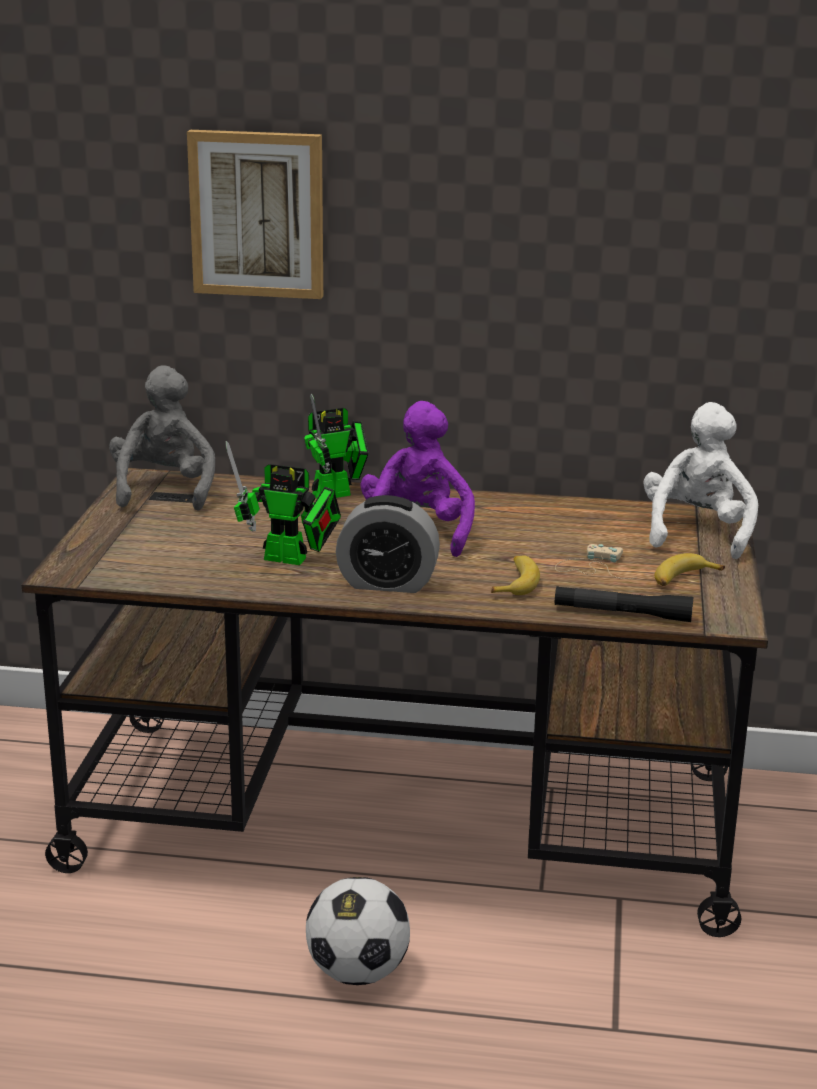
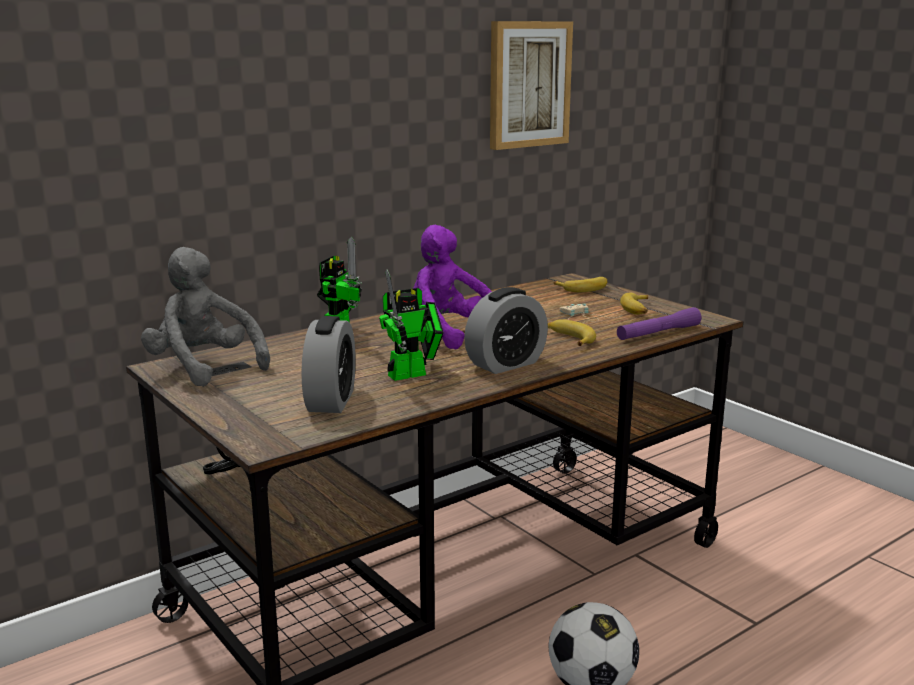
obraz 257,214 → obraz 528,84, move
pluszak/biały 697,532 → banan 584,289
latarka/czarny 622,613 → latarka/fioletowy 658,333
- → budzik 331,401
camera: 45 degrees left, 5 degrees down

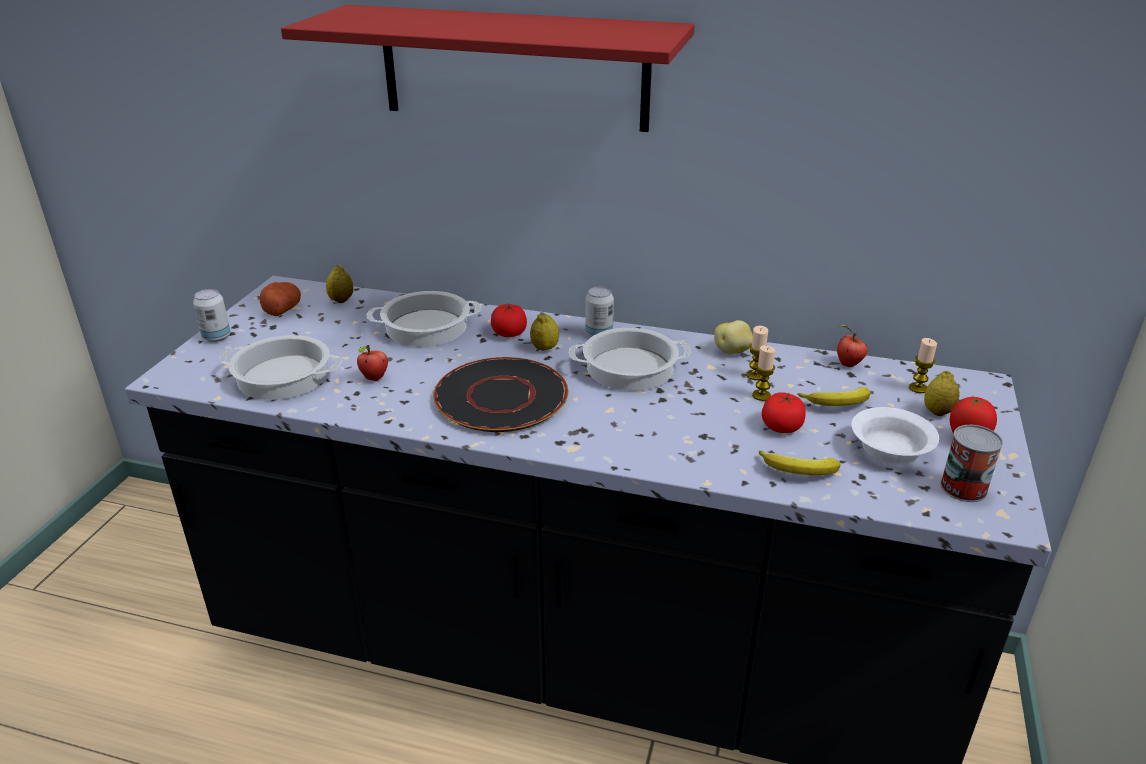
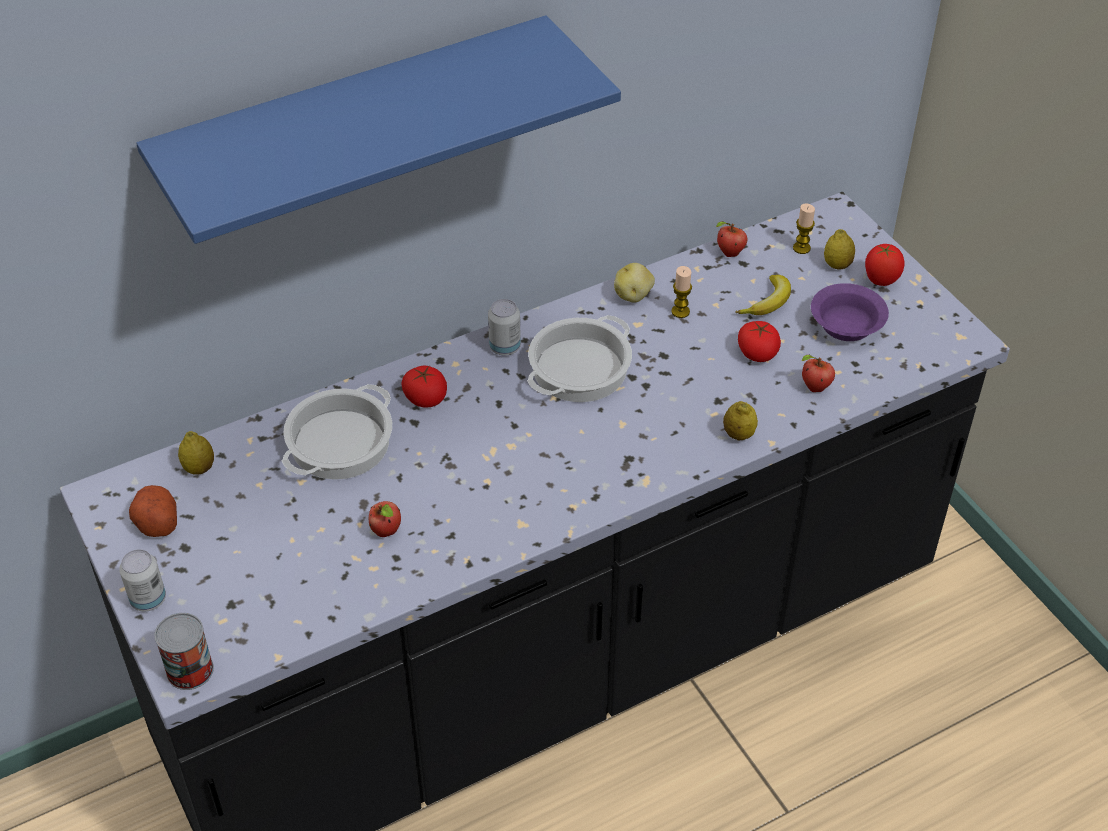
półka/czerwony 513,68 → półka/niebieski 356,127
cytryna 544,348 → cytryna 738,434, move
garnek 282,377 → -
świeca 761,395 → -
talerz/czarny 501,397 → -
miska/biały 892,450 → miska/fioletowy 848,325
puszka 963,488 → puszka 190,670, move
banan 799,471 → jabłko 814,388
camera: 45 degrees left, 15 degrees up

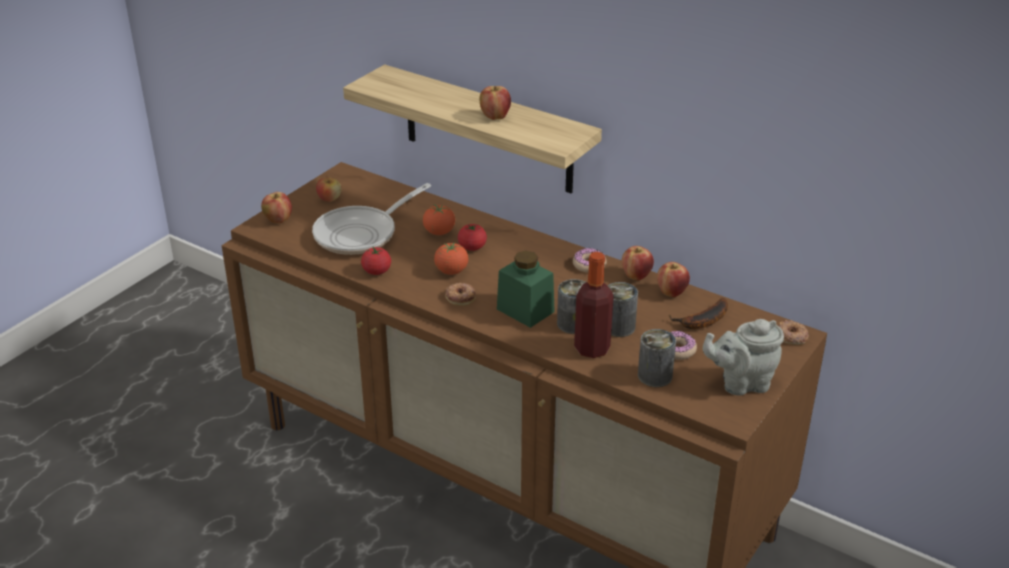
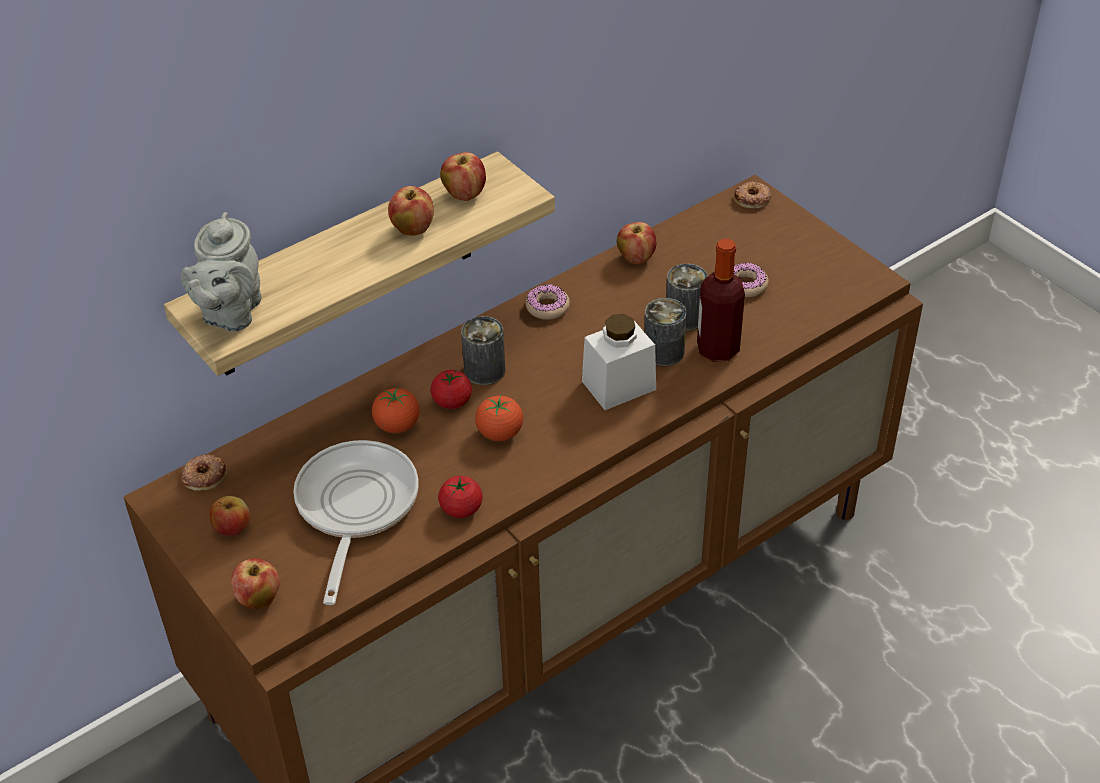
patelnia 361,234 → patelnia 354,508, 150 degrees counterclockwise
jabłko 636,276 → jabłko 464,194, move
słoik/zielony 525,310 → słoik/biały 618,385
donut 460,297 → donut 204,476, move
banan 702,321 → -
imbryk/szary 741,383 → imbryk/szary 230,313, move
puszka 655,376 → puszka 484,370, move
camera: 70 degrees left, 10 degrees up

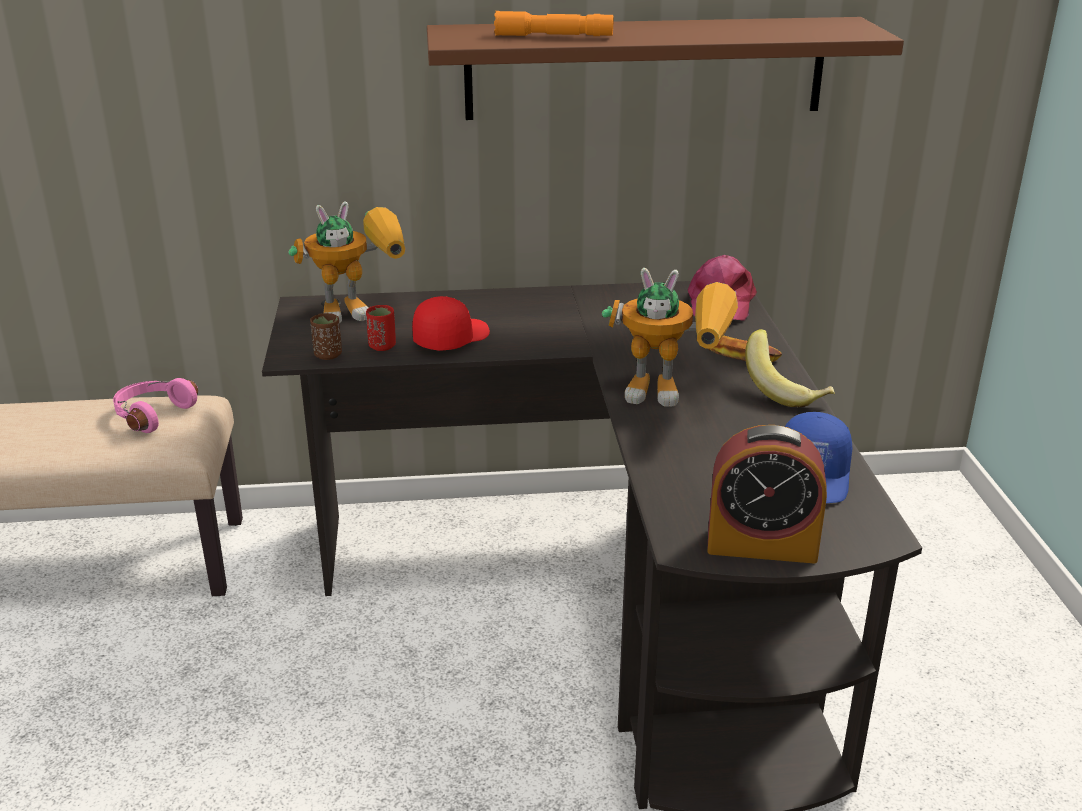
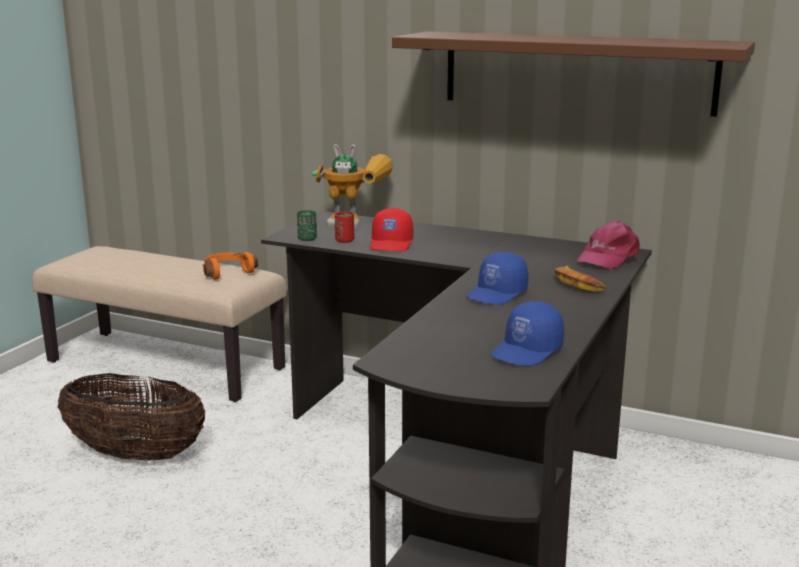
latarka/pomarańczowy 553,36 → -
robot zabawkowy 675,393 → czapka z daszkiem/niebieski 497,294
czapka z daszkiem/czerwony 451,338 → czapka z daszkiem/czerwony 392,244, 120 degrees clockwise
filiżanka/brązowy 328,355 → filiżanka/zielony 307,239
banan 786,391 → -
słuchawki/różowy 151,414 → słuchawki/pomarańczowy 226,272
budzik 761,545 → -
- → koszyk 135,455
camera: 30 degrees right, 10 degrees down

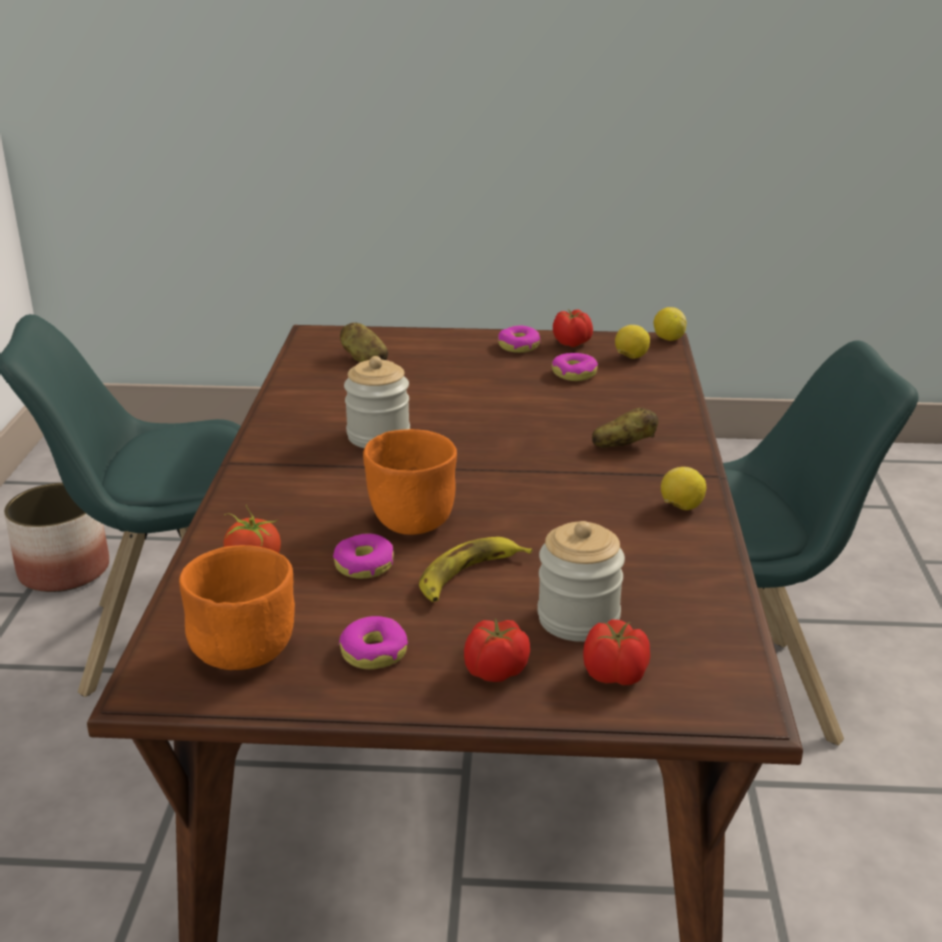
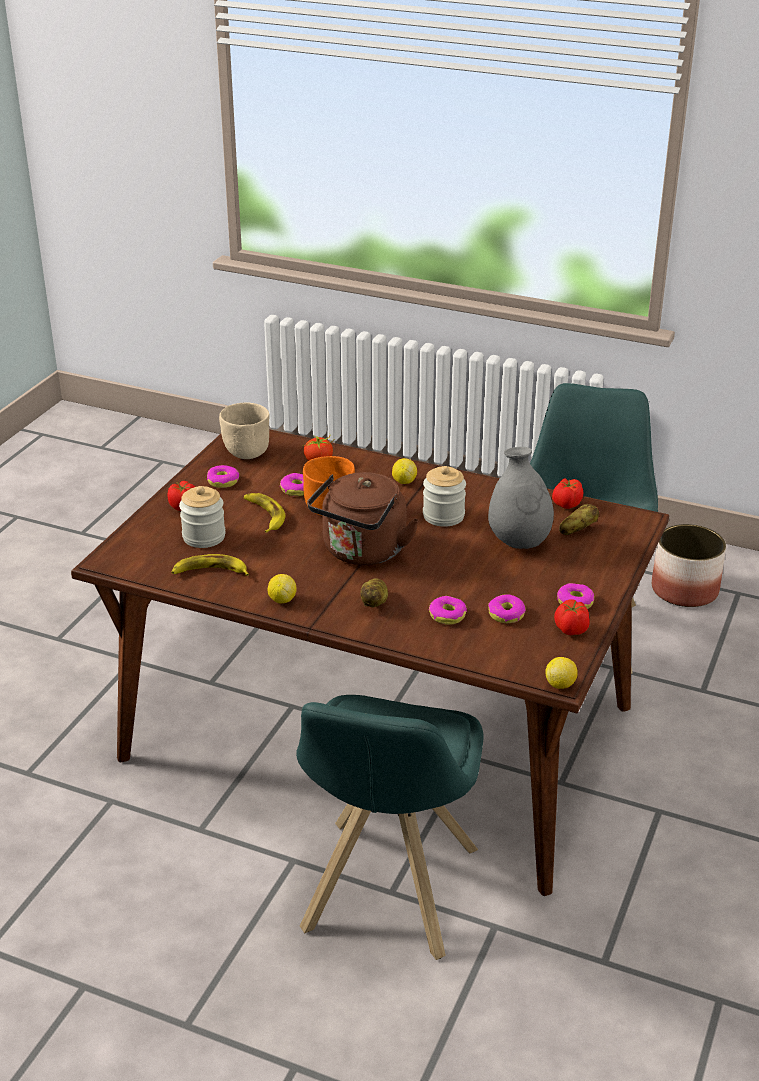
cytryna 631,357 → cytryna 404,481, move
miska/pomarańczowy 246,655 → miska/beżowy 246,453
pomidor 616,676 → pomidor 566,504, move
- → wazon/szary 519,542
- → czajnik/brązowy 362,552
- → banan 210,572
- → donut 447,615
camera: 110 degrees right, 5 degrees up

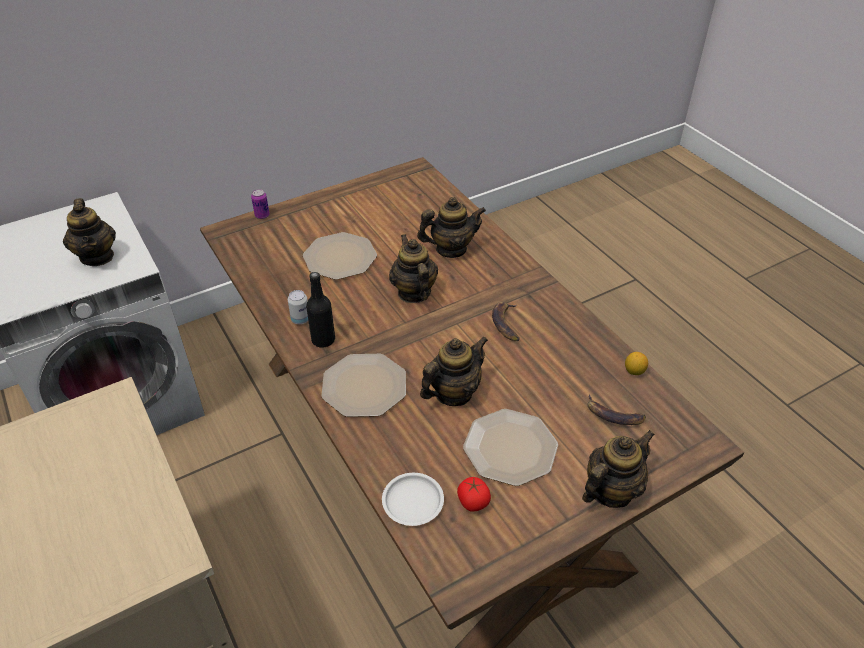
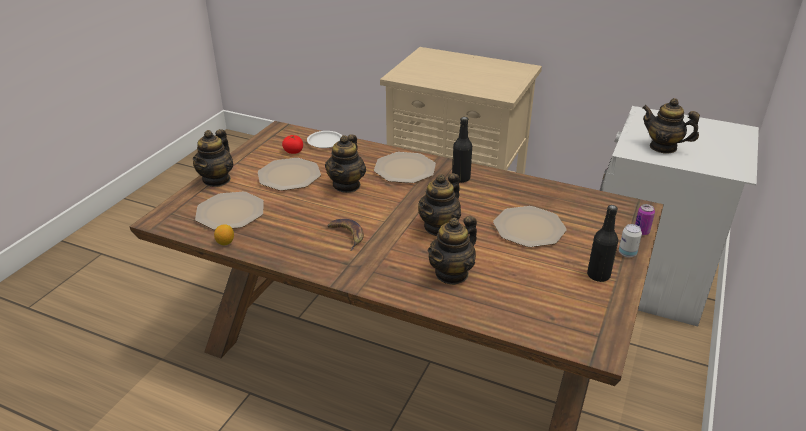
imbryk 413,293 → imbryk 439,227, 90 degrees clockwise
puszka 300,319 → puszka 627,253, move
banan 612,416 → talerz 231,212
- → butelka/czarny 598,275
camera: 145 degrees right, 10 degrees down

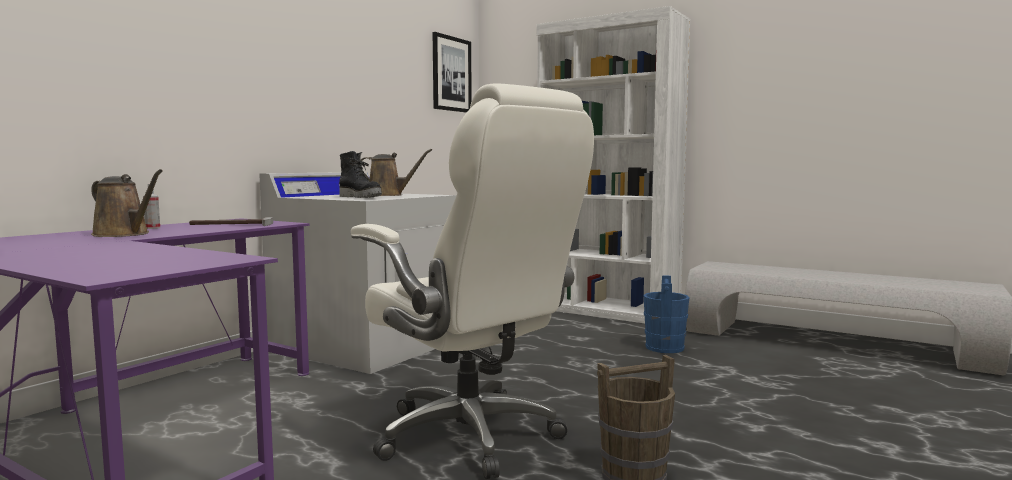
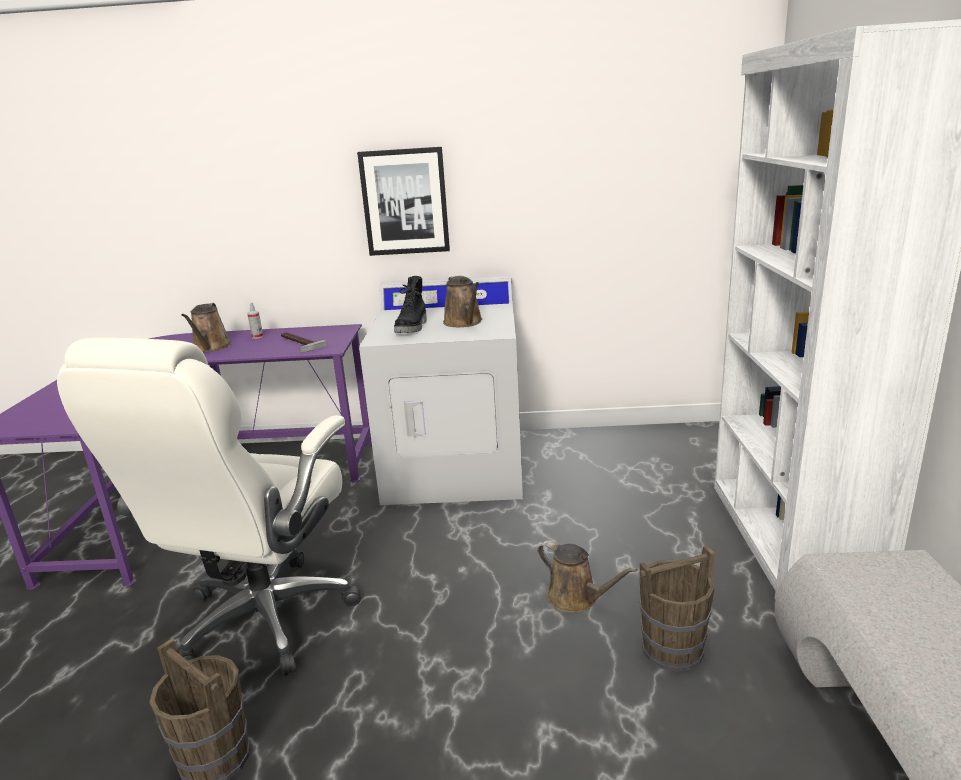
obraz 451,74 → obraz 405,202, move
wiadro/niebieski 664,347 → wiadro/brązowy 671,649
- → konewka/brązowy 576,598
camera: 60 degrees right, 15 degrees up

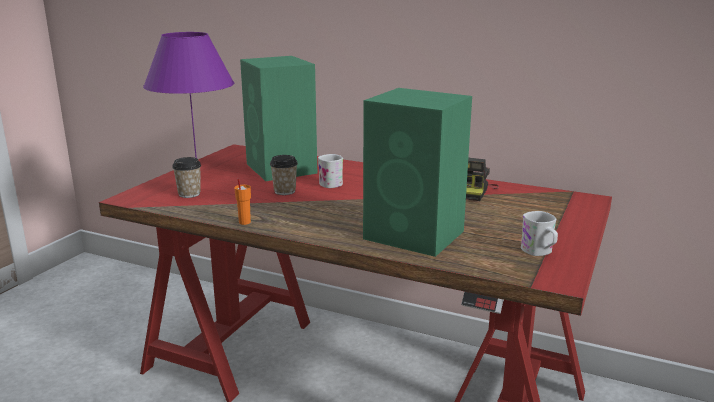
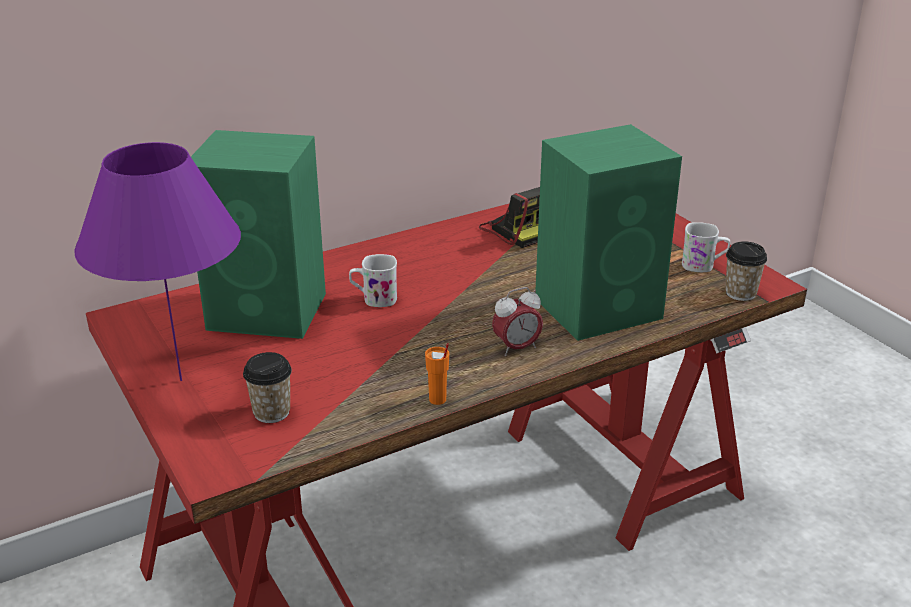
filiżanka 284,191 → filiżanka 740,293, move
- → budzik 516,348
camera: 55 degrees left, 10 degrees up

